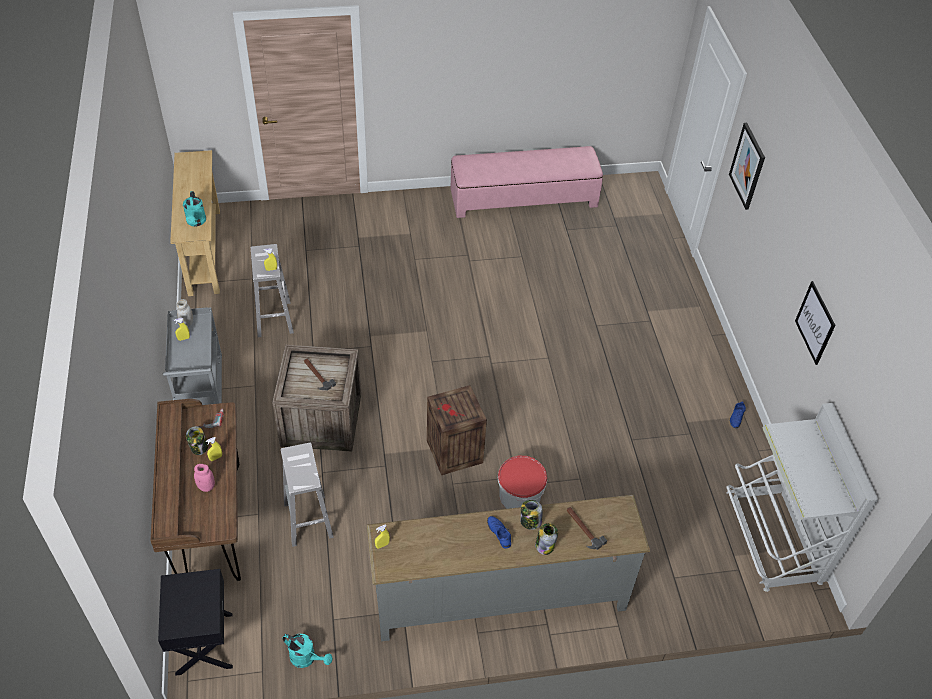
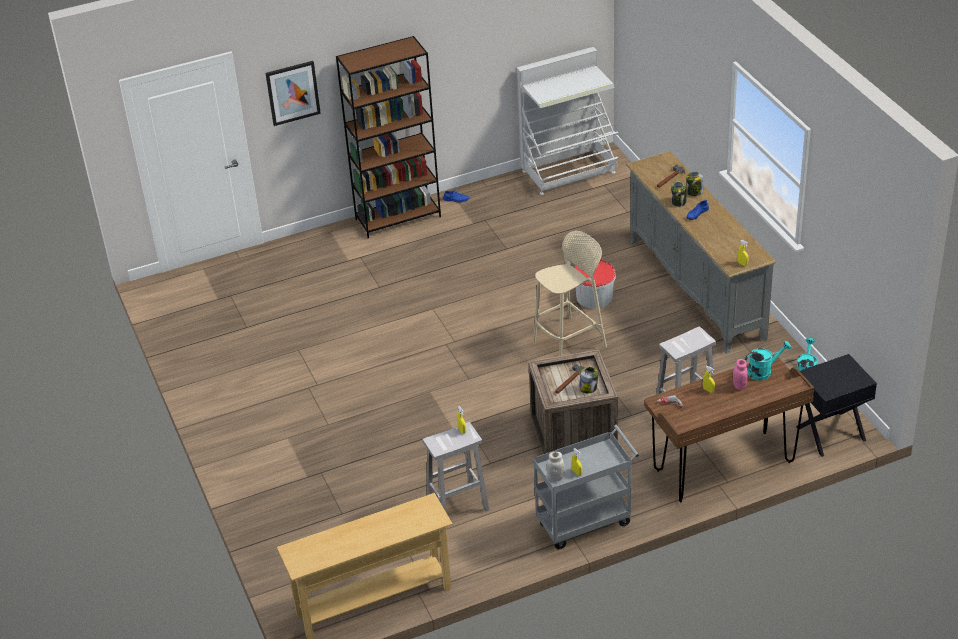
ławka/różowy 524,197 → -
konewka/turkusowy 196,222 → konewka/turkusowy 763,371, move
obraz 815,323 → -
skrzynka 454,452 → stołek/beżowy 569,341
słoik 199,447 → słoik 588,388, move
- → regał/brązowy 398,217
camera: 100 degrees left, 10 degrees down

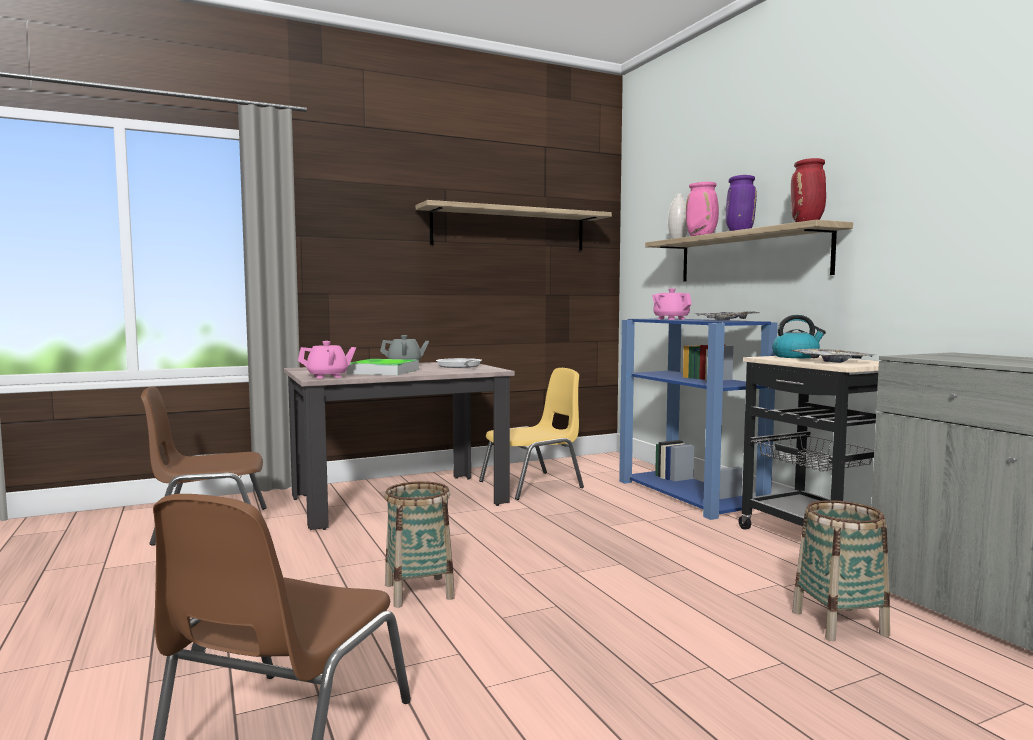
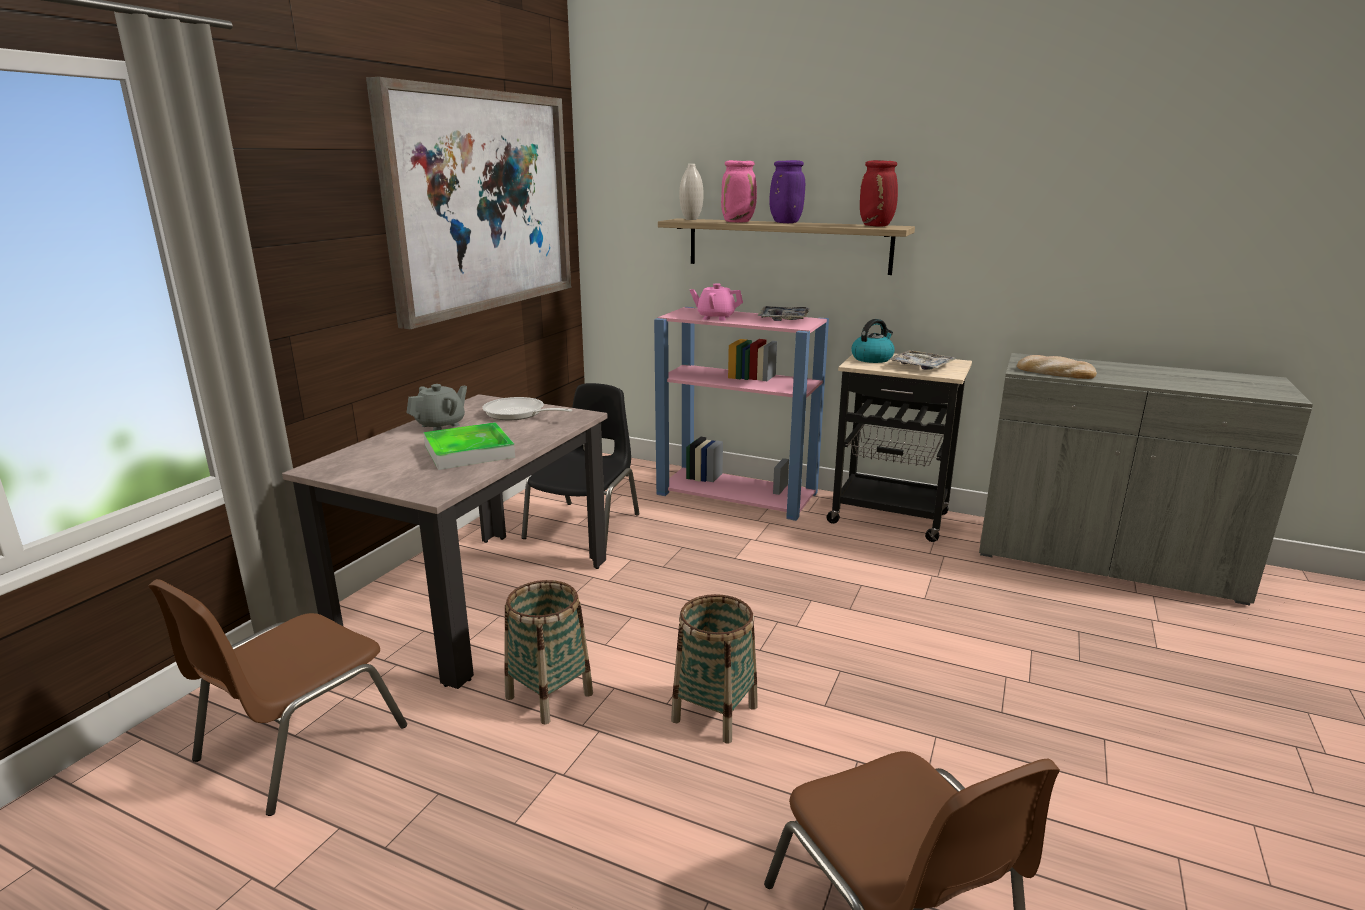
półka 509,229 → obraz 482,202
regał/niebieski 689,494 → regał/różowy 737,494
imbryk/różowy 328,376 → -
krzesło/żółty 533,485 → krzesło/czarny 585,526
koszyk 839,623 → koszyk 549,695, move
- → chleb 1055,372
camera: 40 degrees left, 15 degrees up

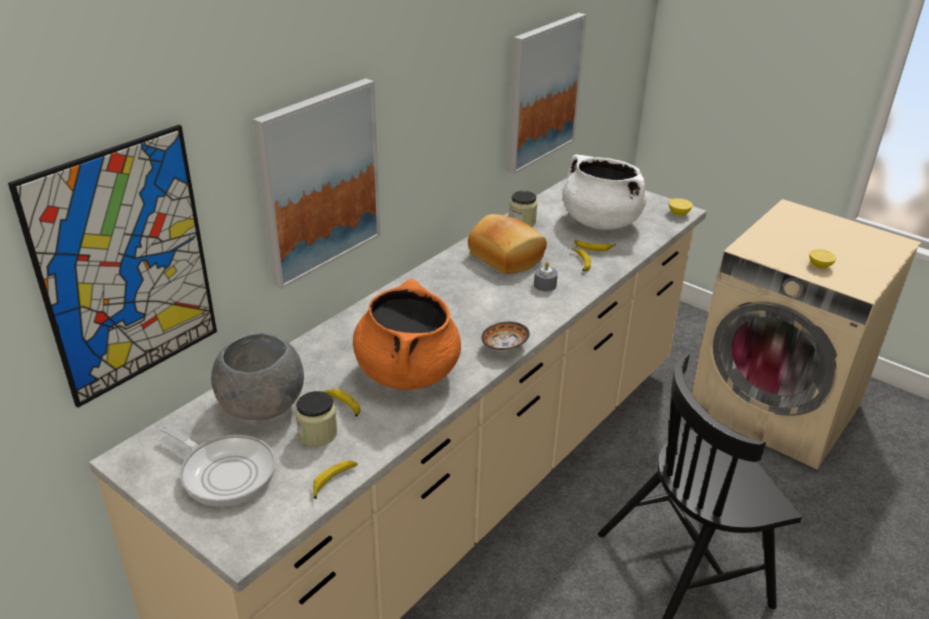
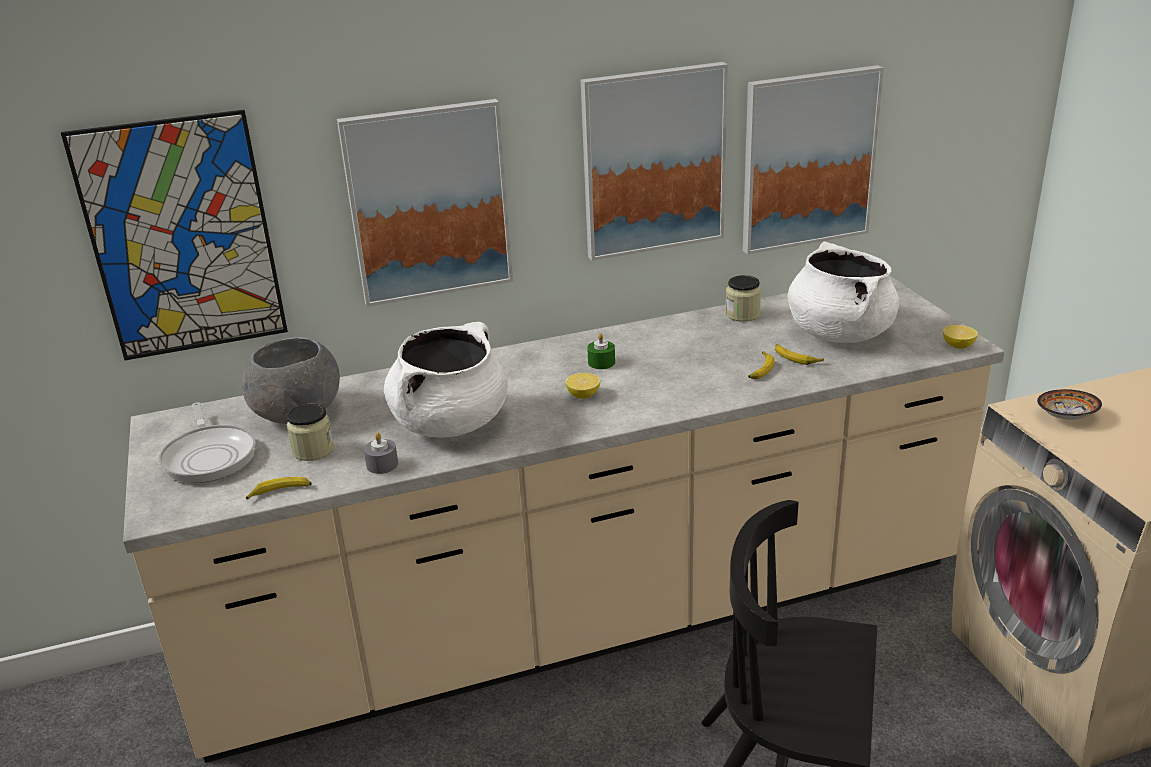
chleb 507,256 → -
cytryna 819,265 → cytryna 583,395, move
świeca/szary 545,285 → świeca/szary 382,465, move
garnek/pomarańczowy 407,372 → garnek/biały 450,423
miska 506,347 → miska 1068,417, move
banan 341,405 → -
- → obraz 653,161
- → świeca/zielony 601,362
camera: 35 degrees right, 5 degrees down

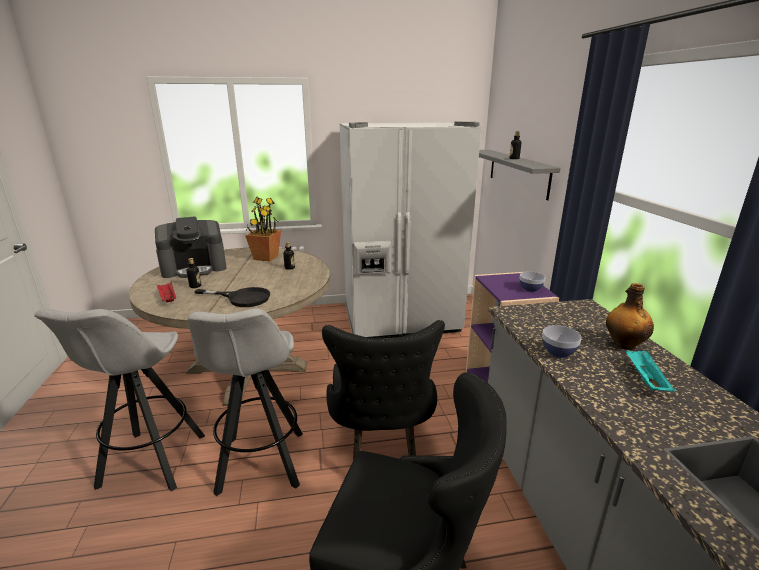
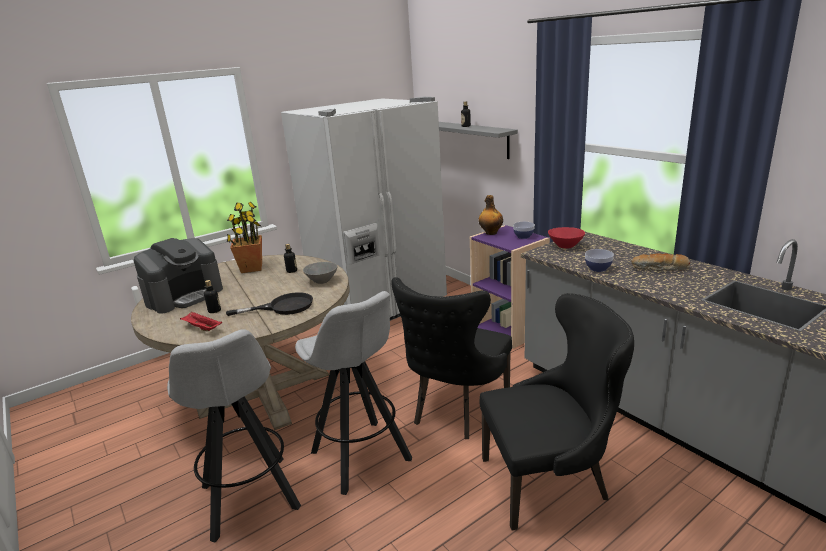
butelka 624,344 → butelka 490,233, move
krzesło/czarny 381,451 → krzesło/czarny 456,409, 60 degrees clockwise
taca/turkusowy 644,379 → chleb 660,269
- → miska/czerwony 565,246
- → miska/szary 321,281
camera: 25 degrees left, 0 degrees up

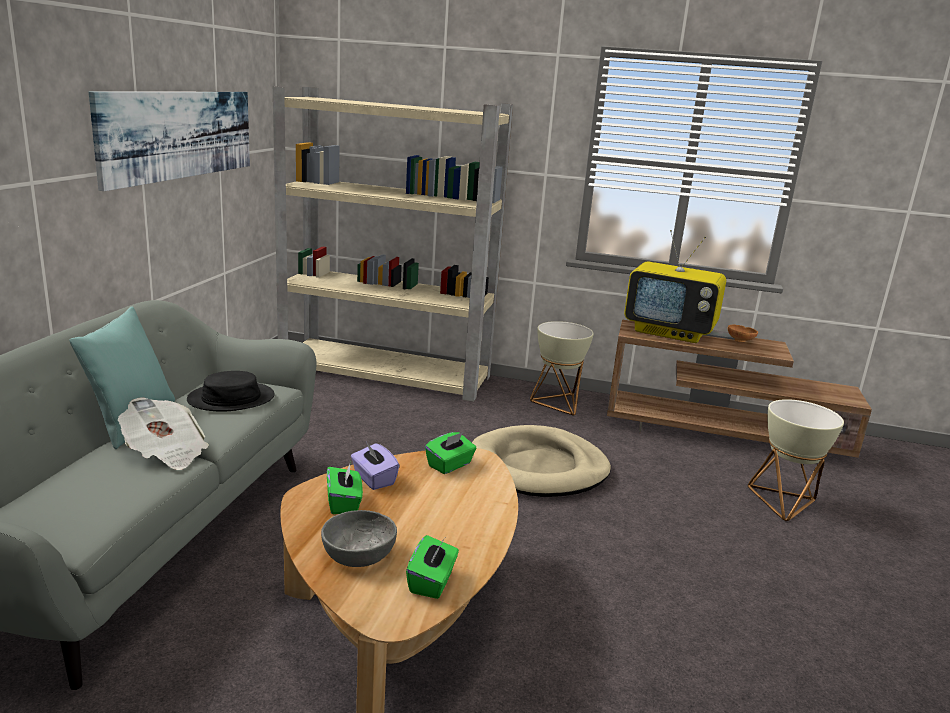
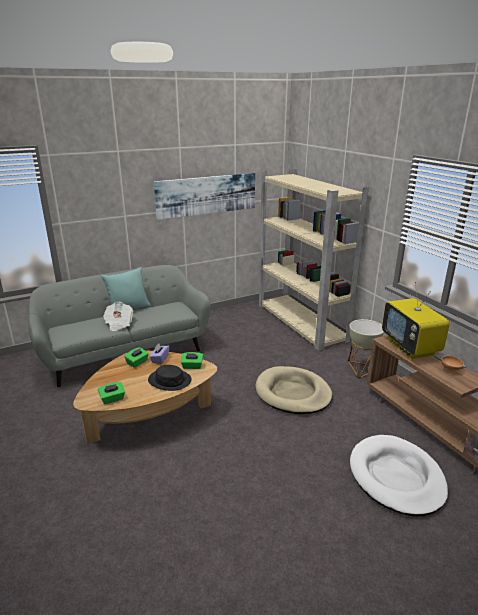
kapelusz/czarny 231,398 → kapelusz/czarny 170,380, move
donica 783,502 → legowisko/biały 396,477
miska/szary 358,554 → -
camera: 50 degrees right, 5 degrees up

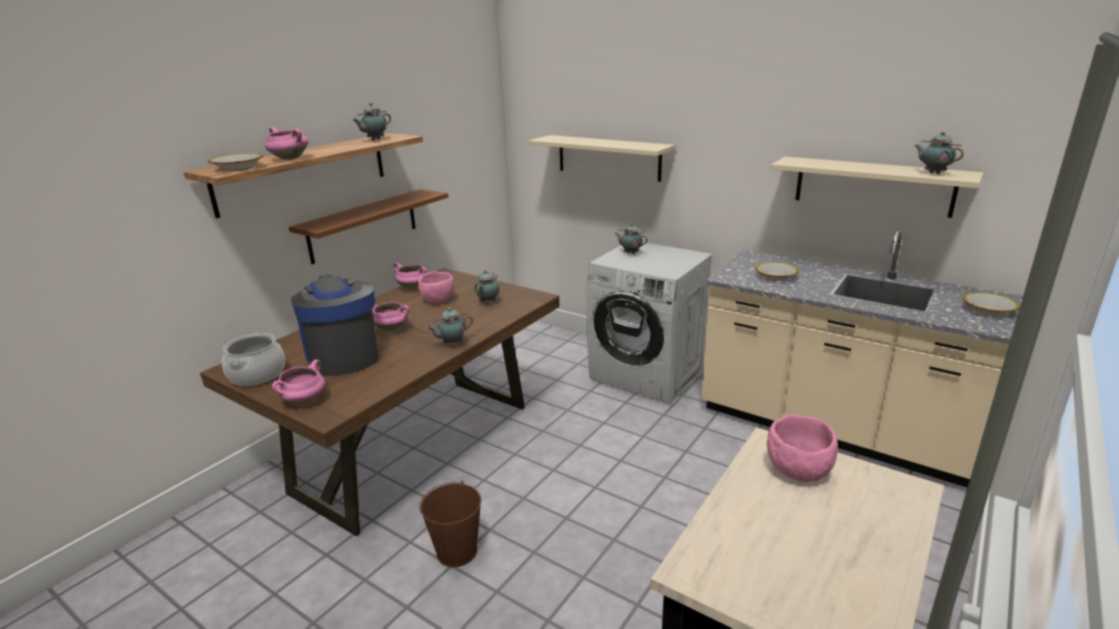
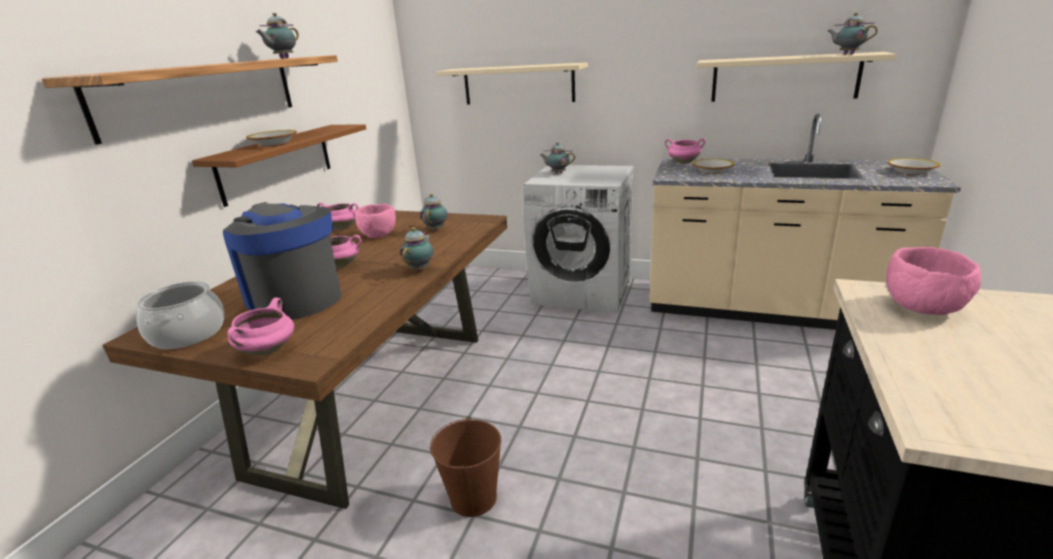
garnek/różowy 289,159 → garnek/różowy 683,163, move
miska 238,168 → miska 273,144, move
imbryk 451,344 → imbryk 421,269, 150 degrees clockwise
camera: 15 degrees left, 0 degrees up

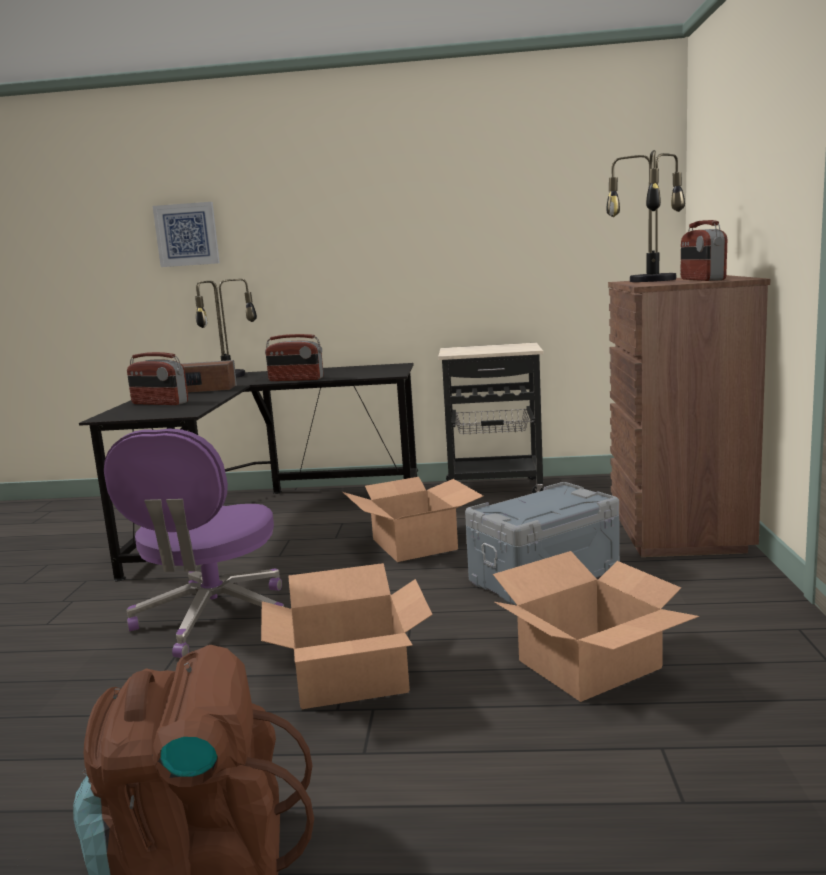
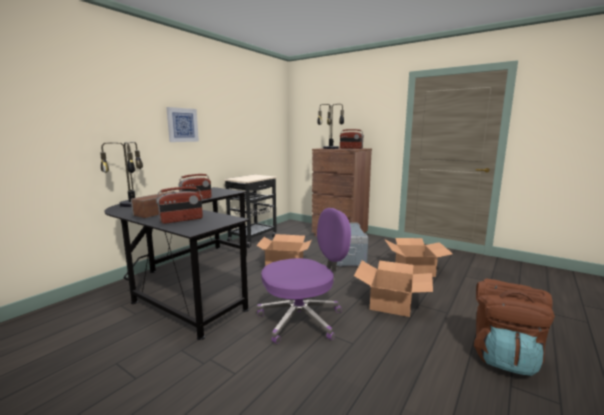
obraz 187,234 → obraz 182,125, move
krzesło biurowe/fioletowy 213,619 → krzesło biurowe/fioletowy 302,319, 60 degrees counterclockwise
camera: 60 degrees left, 0 degrees up

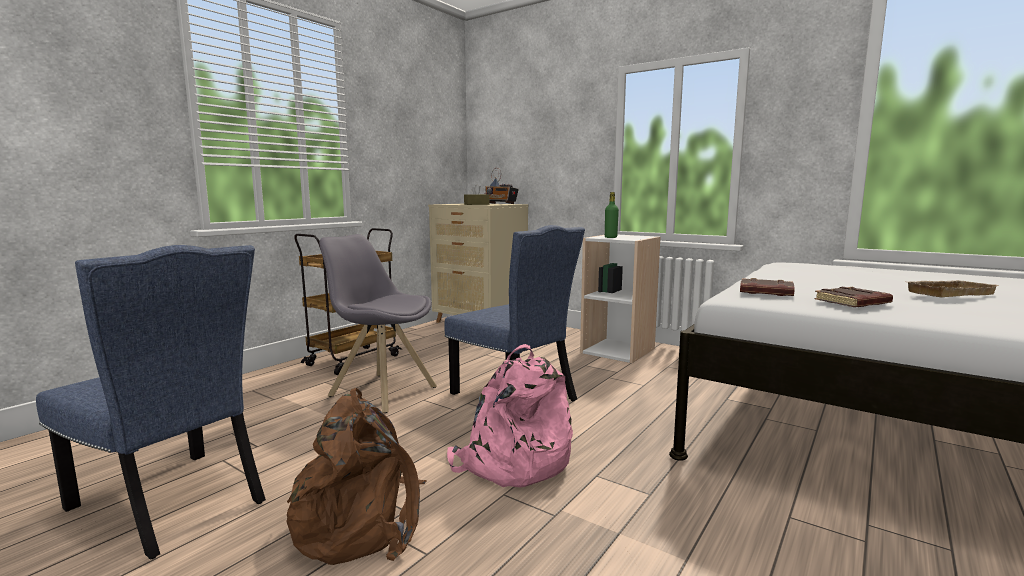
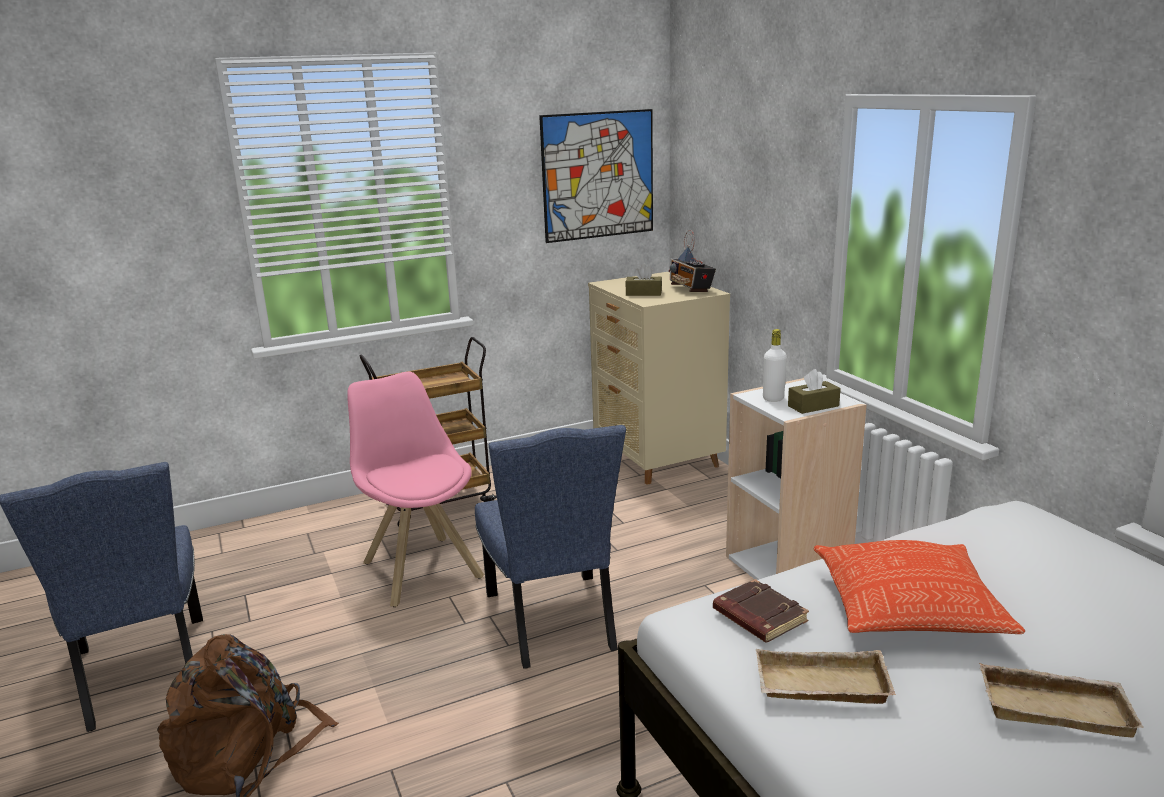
butelka/zielony 610,237 → butelka/biały 773,399
krzesło/szary 382,391 → krzesło/różowy 421,569
książka/brązowy 852,302 → taca/beżowy 820,687
plecak/różowy 512,462 → -
- → obraz 598,175
- → pudełko chusteczek/brązowy 813,406
- → poduszka/pomarańczowy 907,611
camera: 30 degrees right, 10 degrees up

